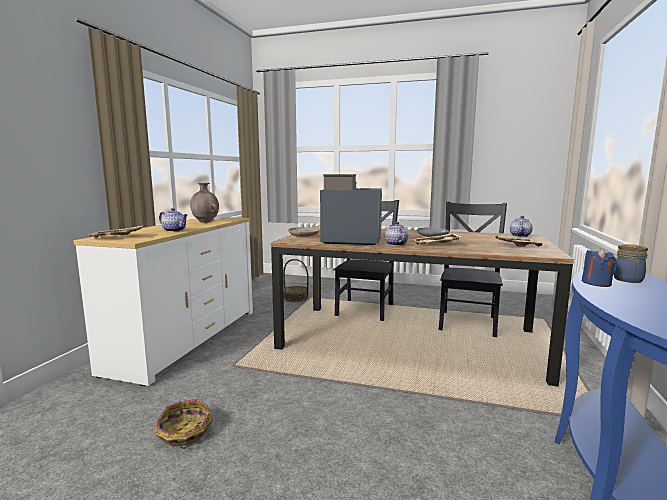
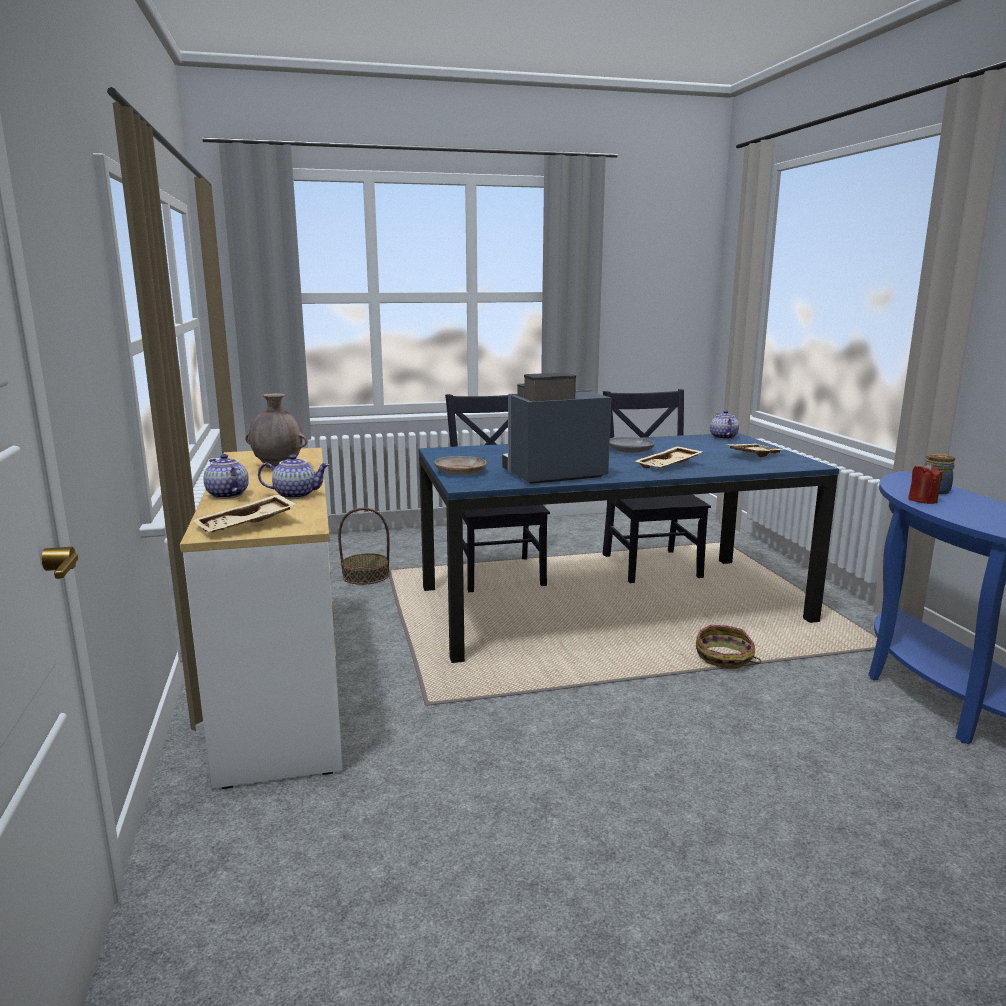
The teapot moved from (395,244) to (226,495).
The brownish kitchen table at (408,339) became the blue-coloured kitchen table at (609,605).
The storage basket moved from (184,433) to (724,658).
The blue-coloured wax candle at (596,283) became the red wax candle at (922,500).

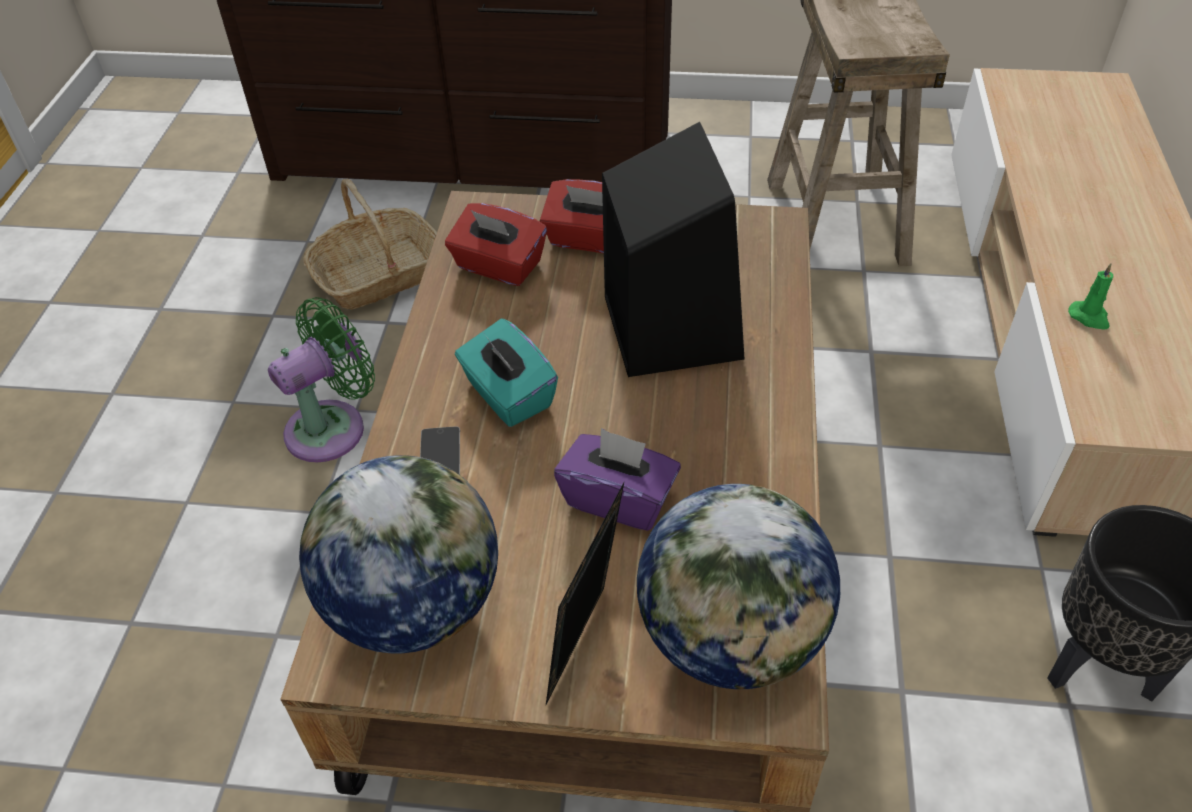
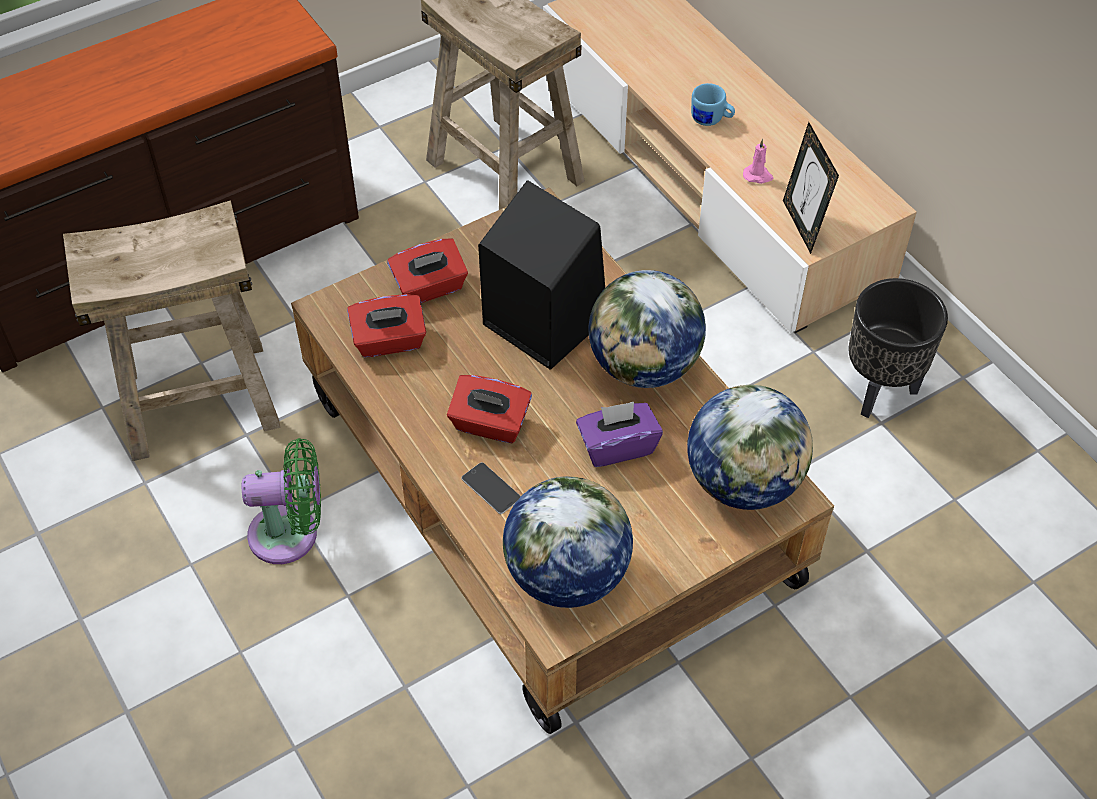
The storage basket at (379,275) was replaced by the sand-coloured sitting stool at (198,401).
The green electric fan at (333,427) turned 75 degrees clockwise.
The blue-green box of tissues at (508,395) became the red box of tissues at (490,424).
The globe at (644,366) appeared.
The blue-coloured tea mug at (711,120) appeared.
The green wax candle at (1089,317) became the pink-coloured wax candle at (758,176).
The picture frame moved from (586,648) to (802,225).

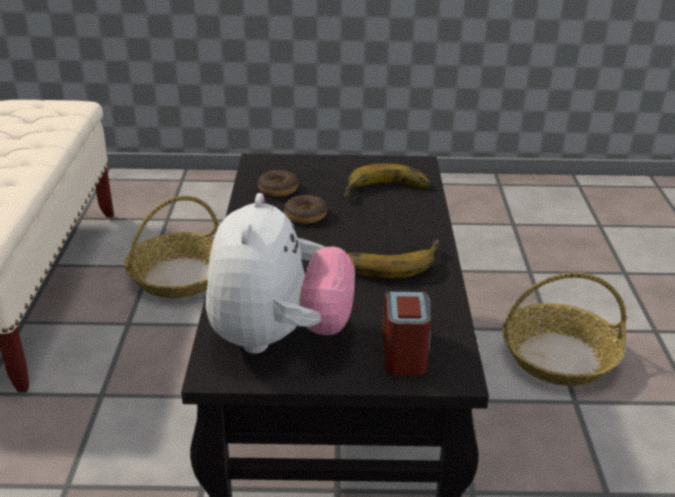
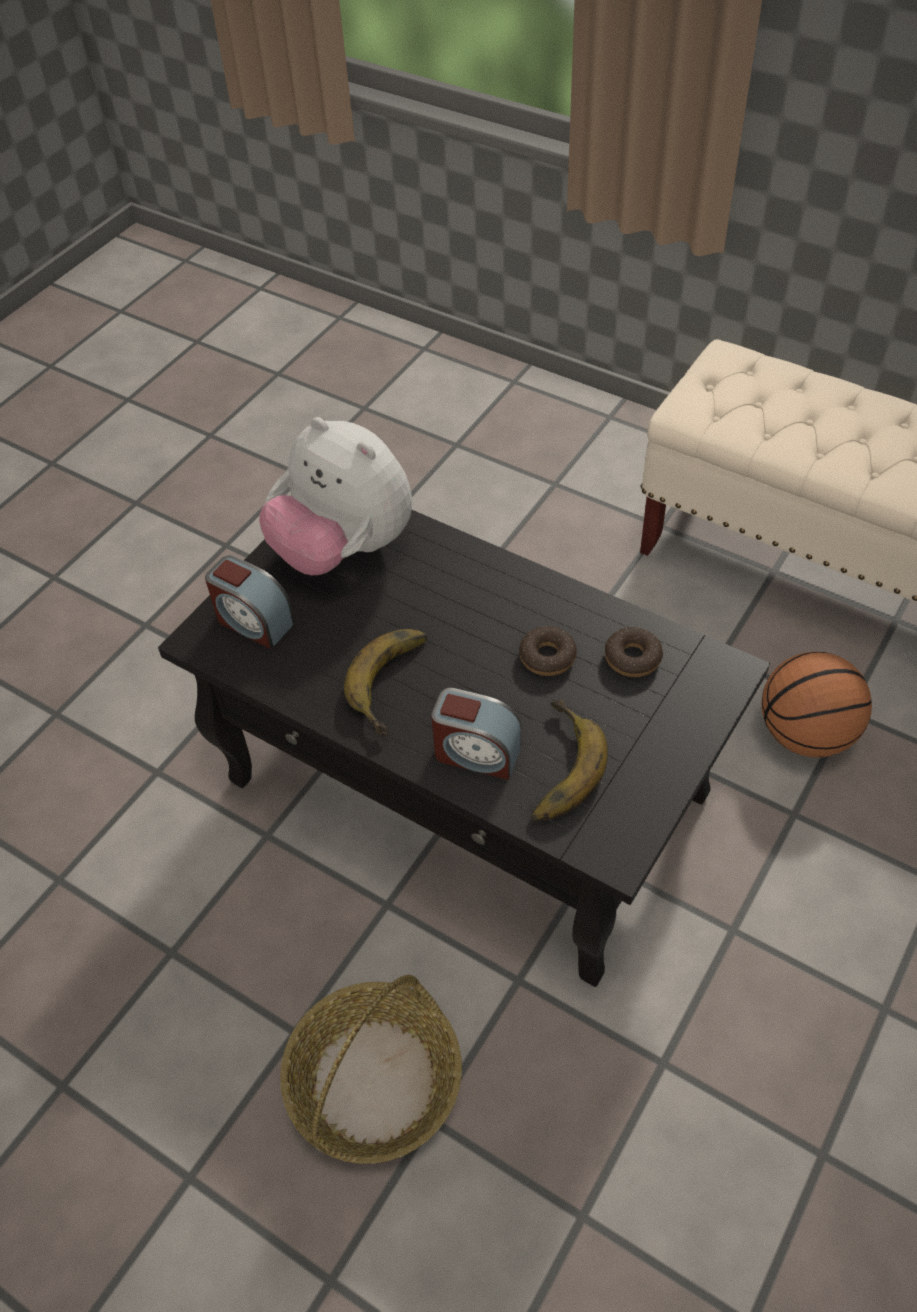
The alarm clock at (476,753) appeared.
The storage basket at (179,276) was replaced by the basketball at (805,734).

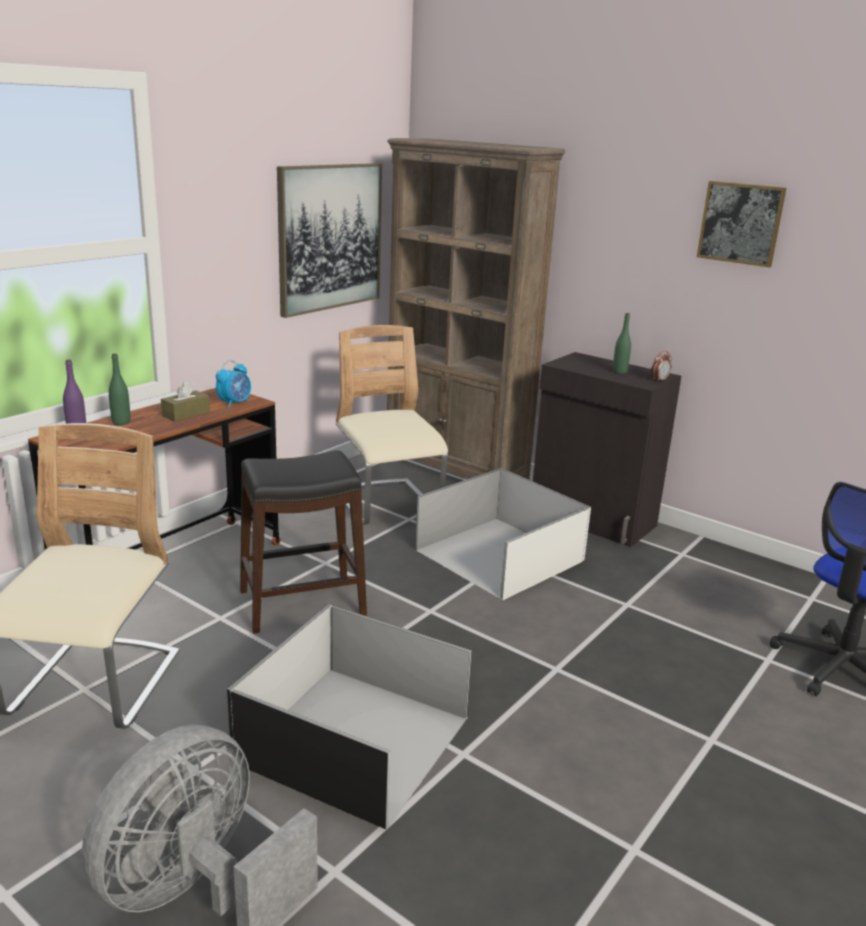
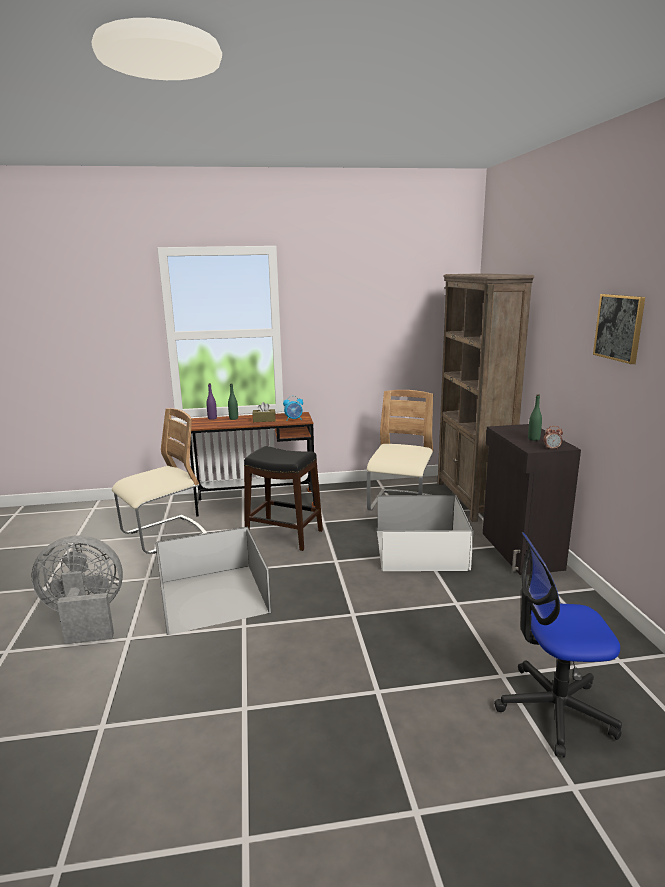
The picture at (330,237) disappeared.

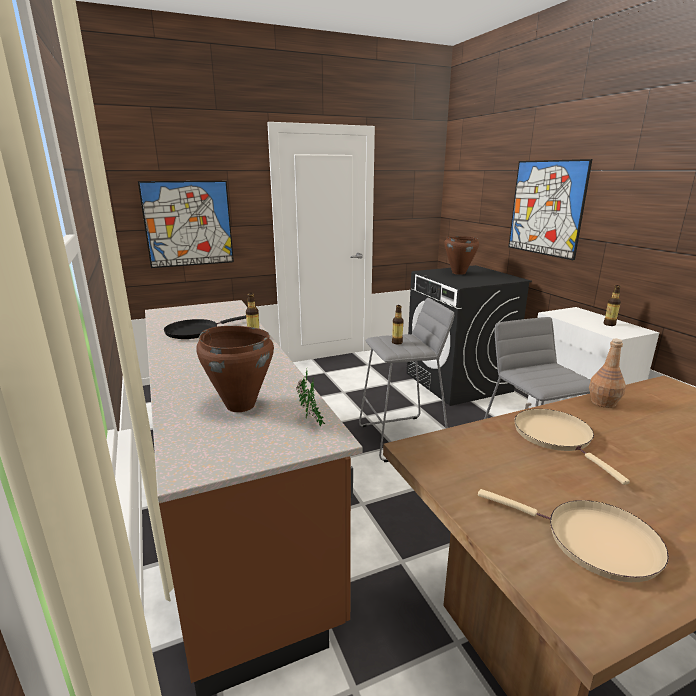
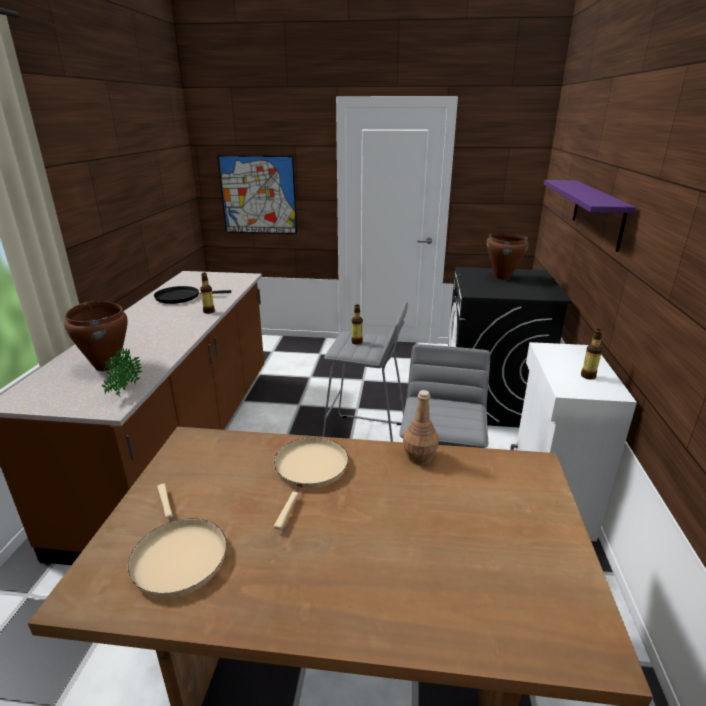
The picture at (546,208) was replaced by the purple bracket shelf at (597,213).

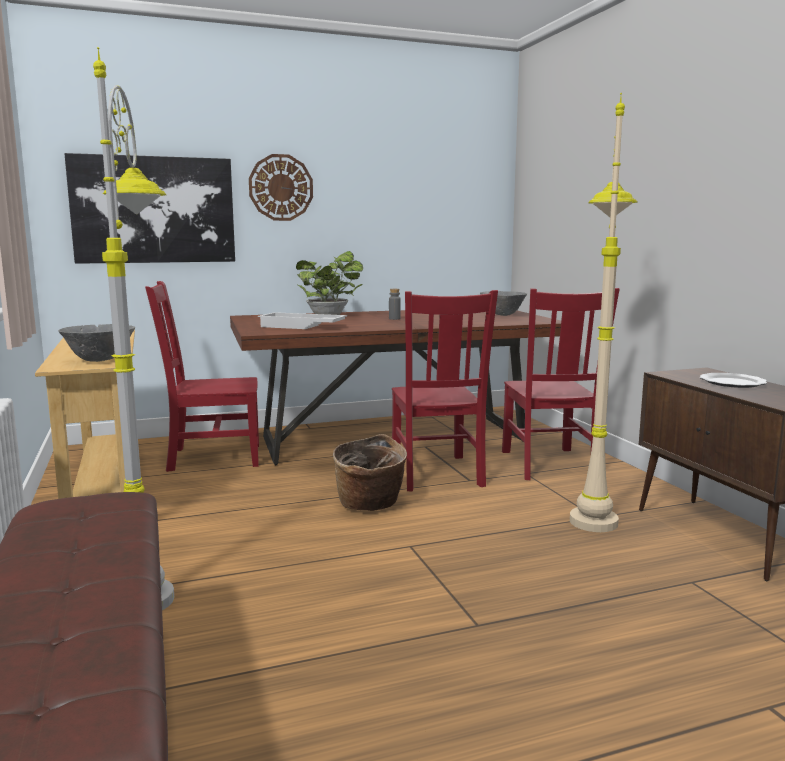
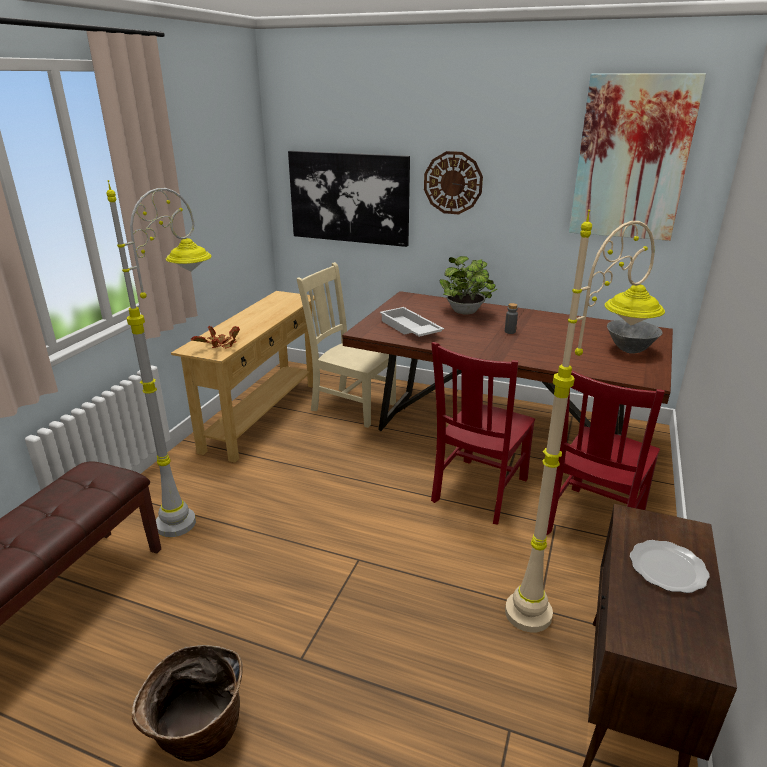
The storage basket moved from (370,505) to (198,734).
The grey bowl at (99,361) was replaced by the houseplant at (220,346).
The red chair at (211,457) became the sand-coloured chair at (351,406).
The picture at (631,159) appeared.

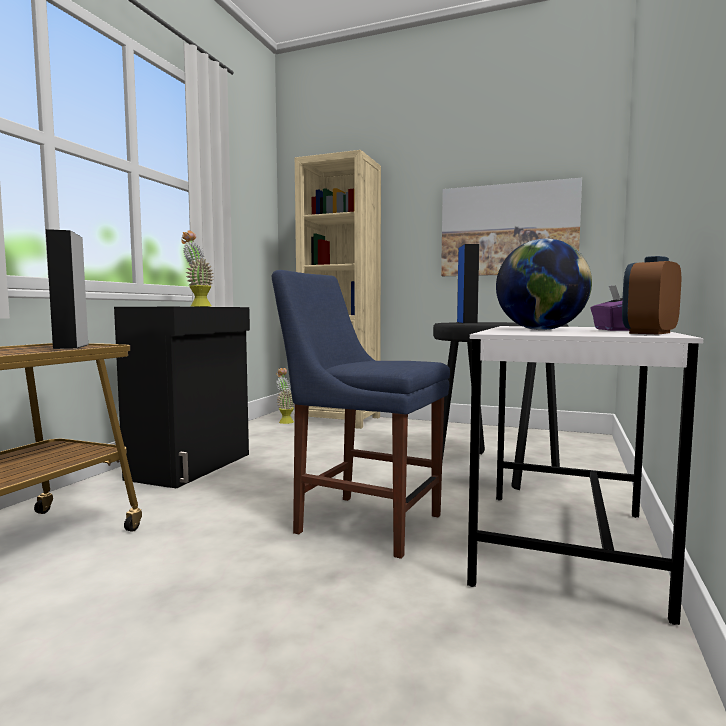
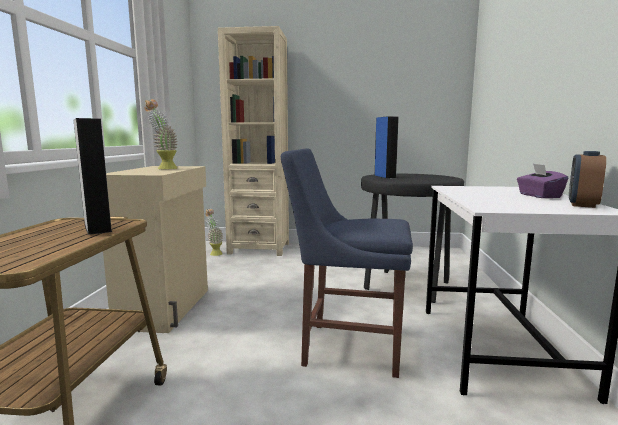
The black-coloured storage cabinet at (193,466) became the sand-coloured storage cabinet at (167,307).
The picture at (508,230) disappeared.
The globe at (541,330) disappeared.

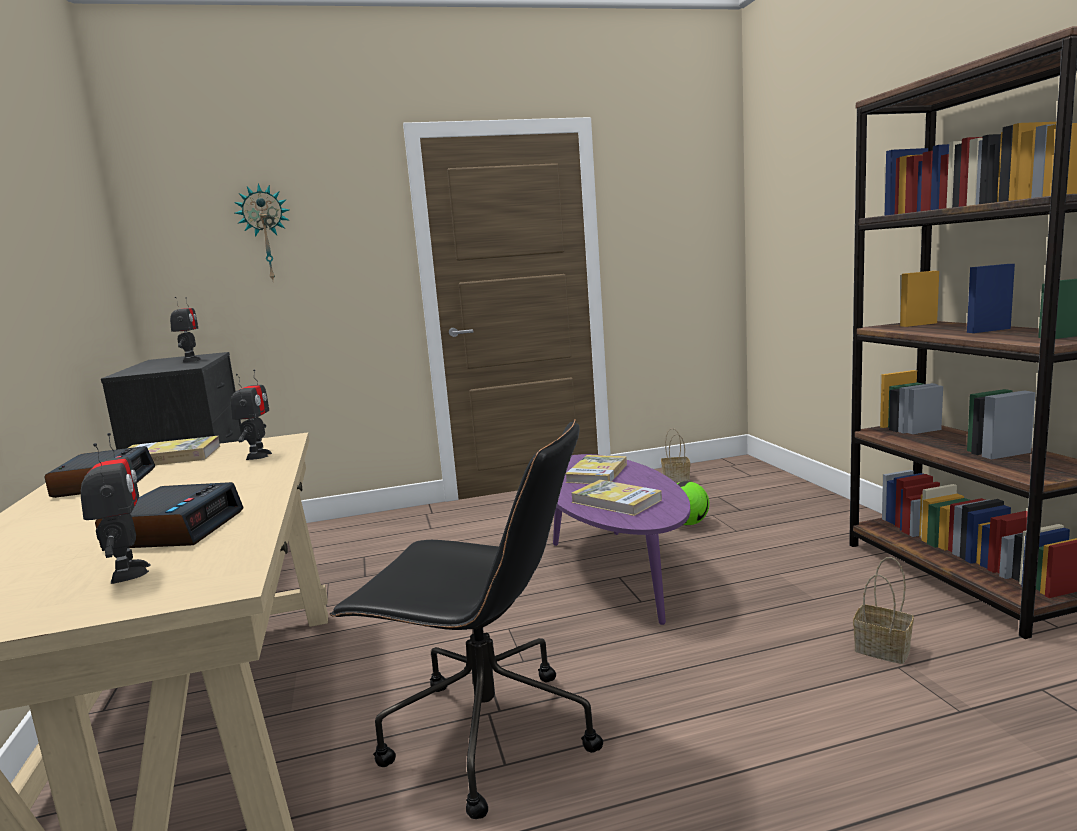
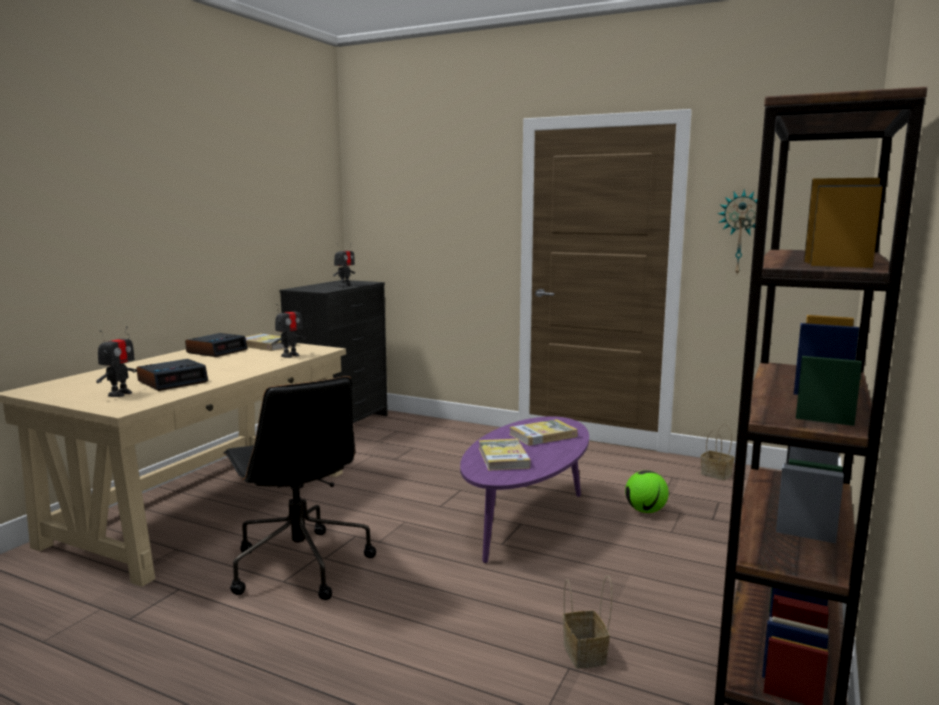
The wall clock moved from (266,233) to (740,232).

